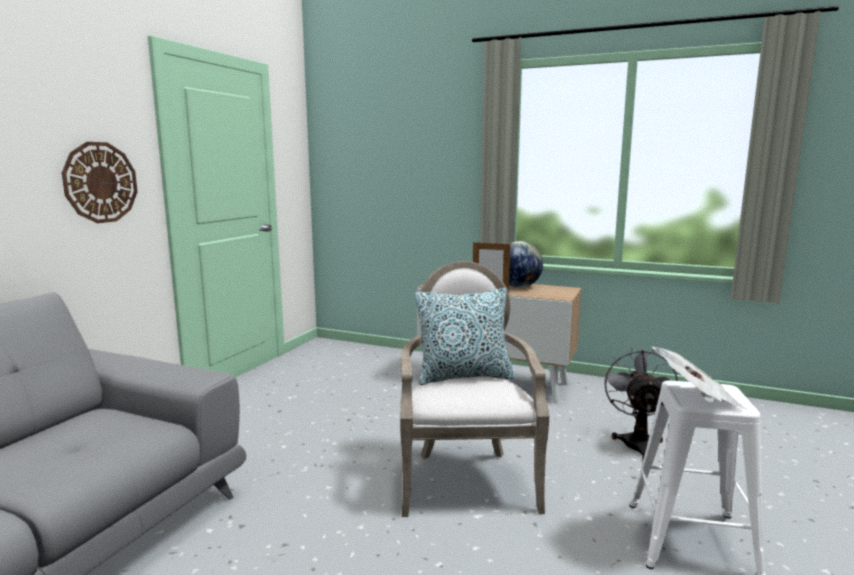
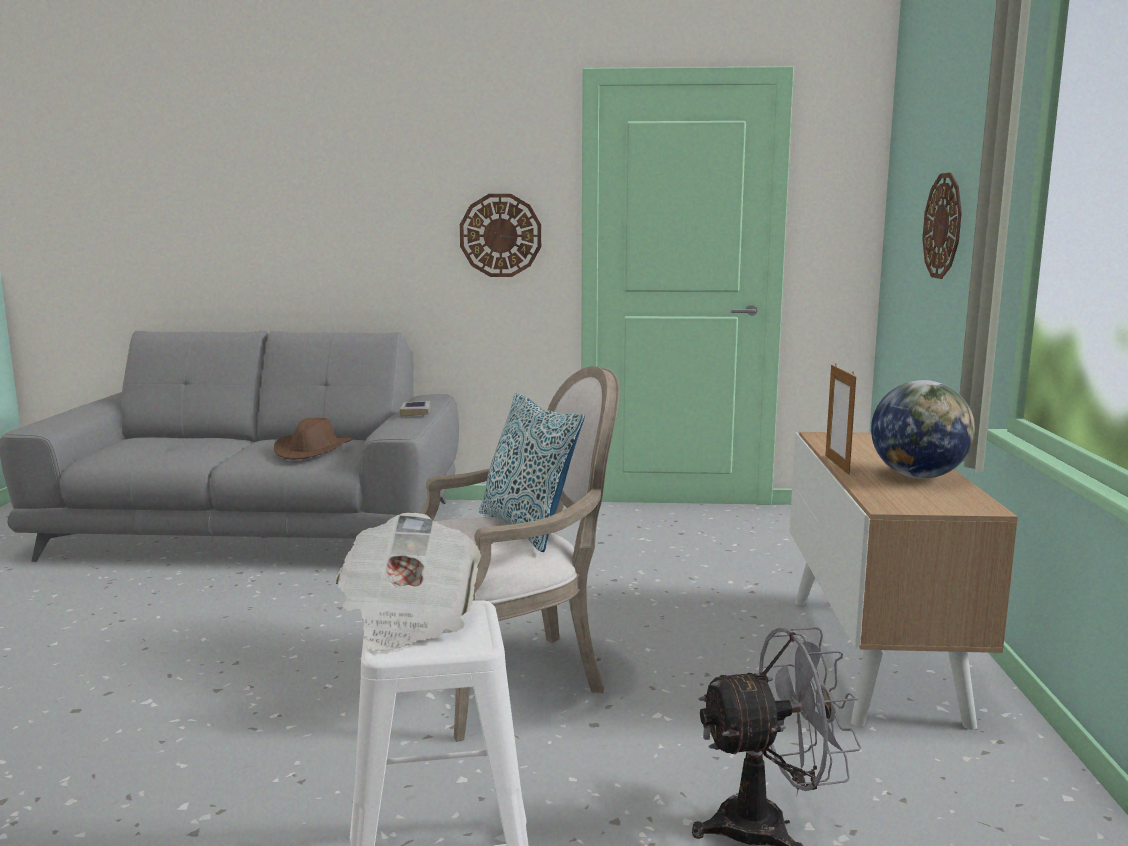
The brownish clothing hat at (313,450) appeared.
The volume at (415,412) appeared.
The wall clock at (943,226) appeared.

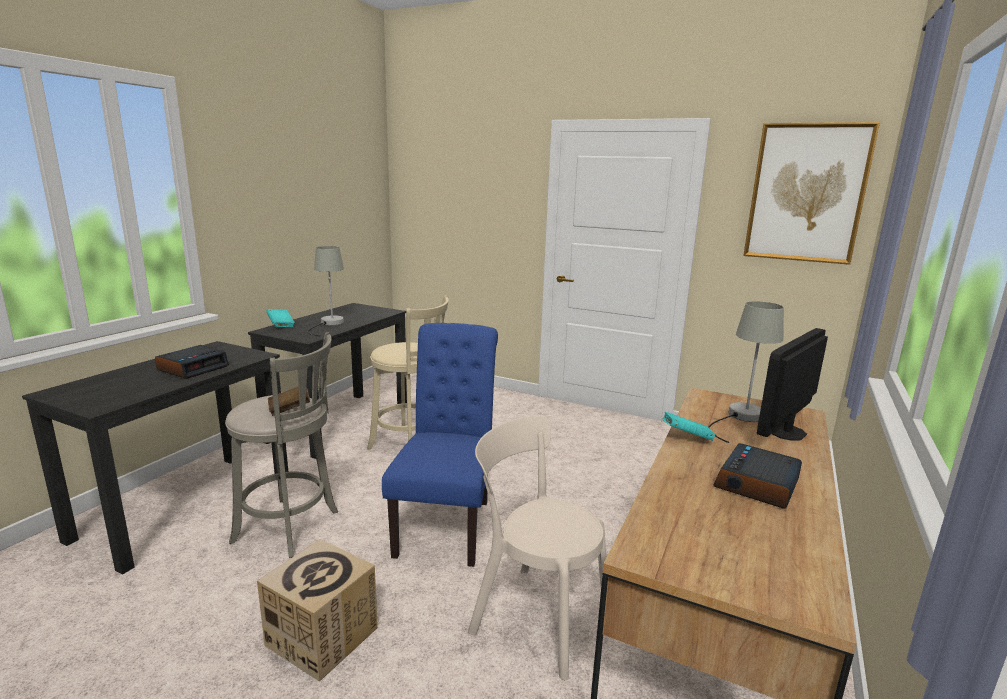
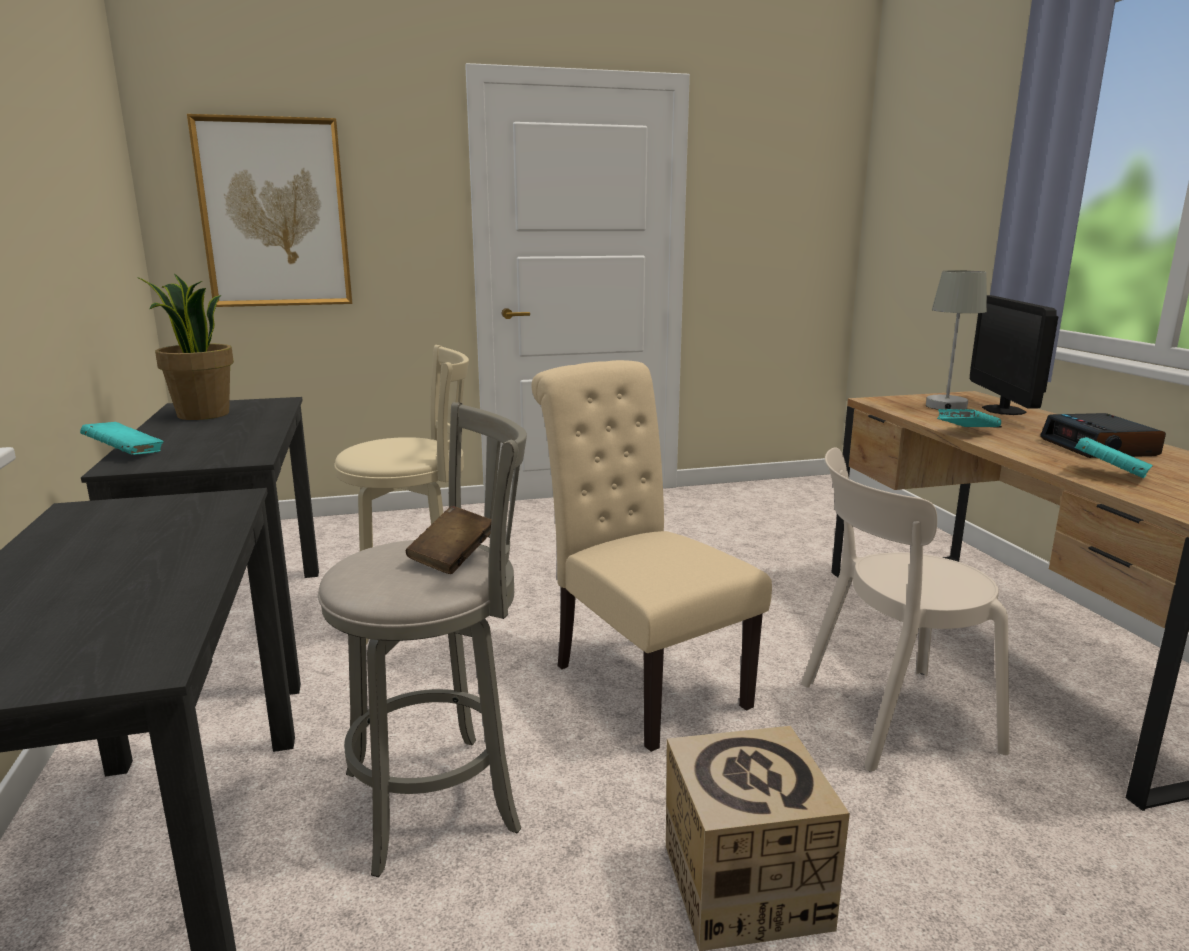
The houseplant at (202,414) appeared.
The picture moved from (806,193) to (274,213).
The blue-coloured chair at (447,523) became the sand-coloured chair at (640,680).
The blue-green volume at (1109,474) appeared.
The alarm clock at (193,368) disappeared.
The grey tabletop lamp at (328,324) disappeared.

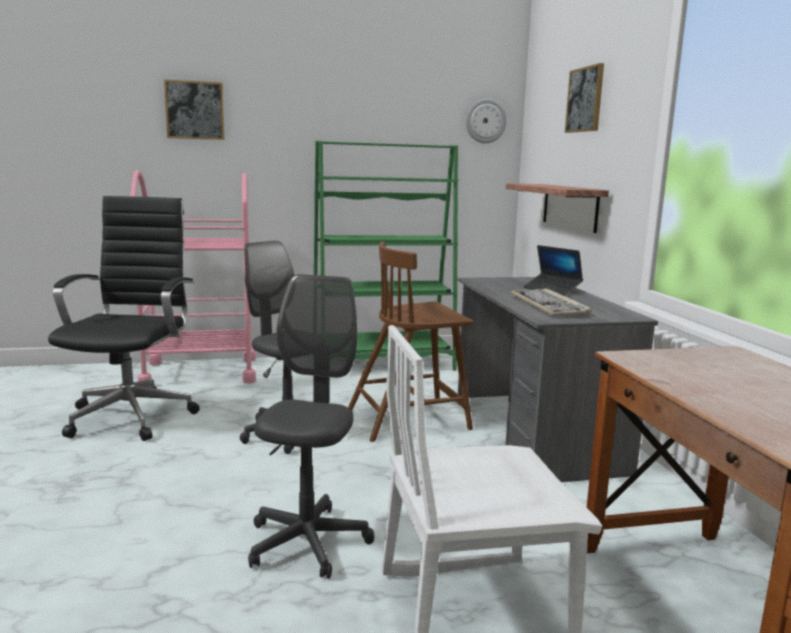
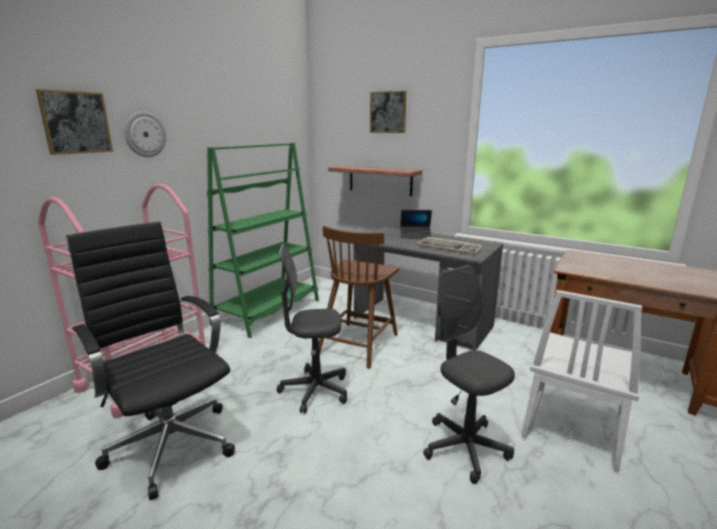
The wall clock moved from (485,121) to (145,134).

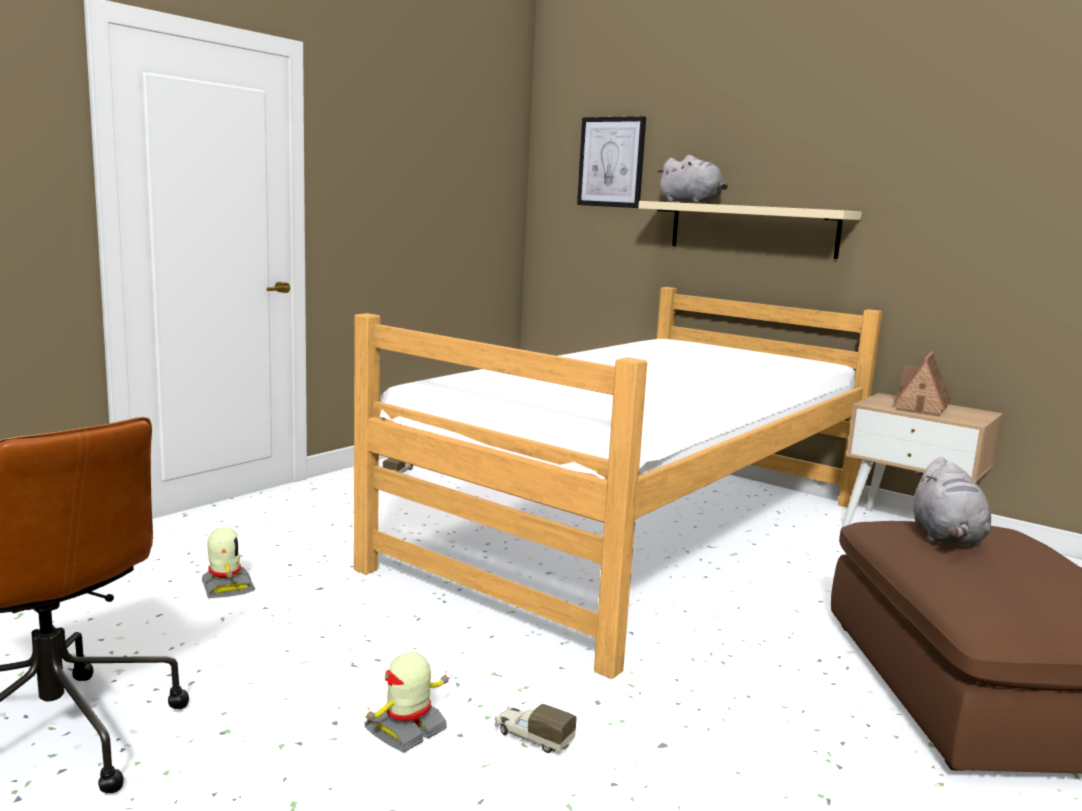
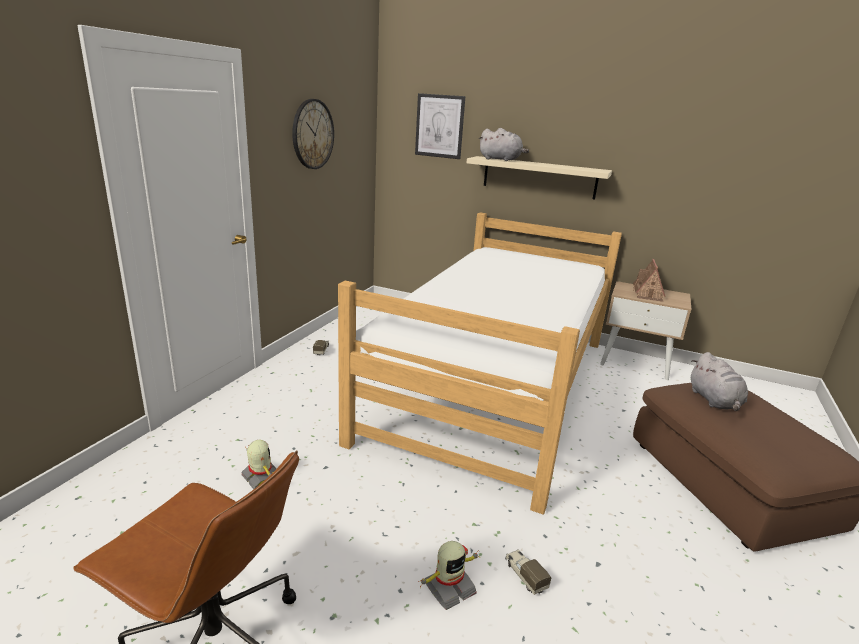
The wall clock at (312,134) appeared.
The toy robot at (407,731) turned 150 degrees counterclockwise.
The toy lorry at (532,738) turned 45 degrees clockwise.

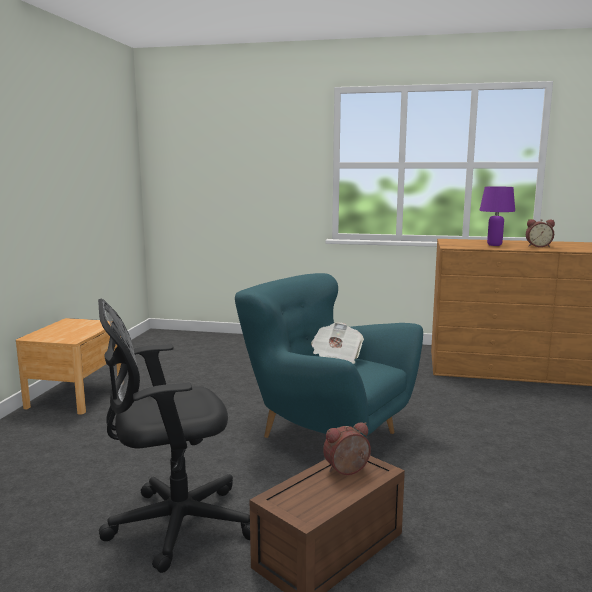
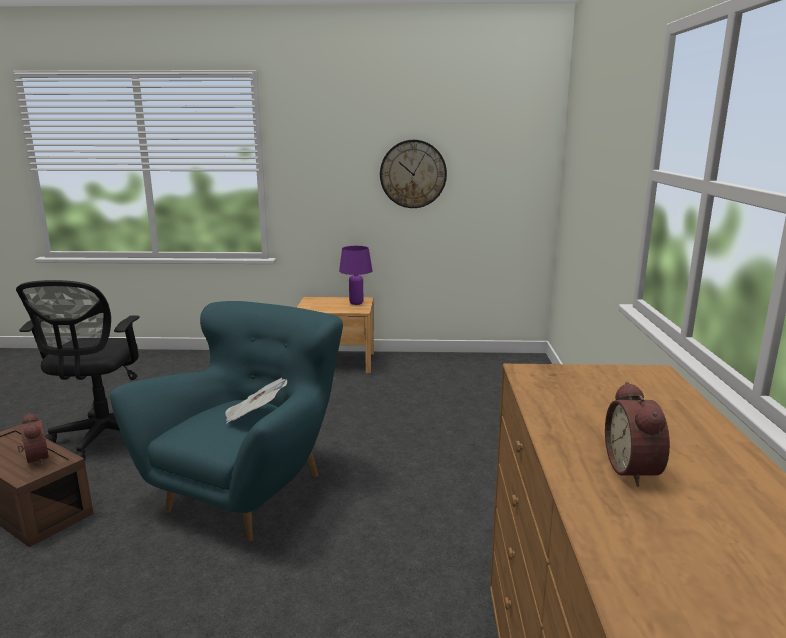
The black-coloured office chair at (173,525) turned 150 degrees counterclockwise.
The purple tabletop lamp moved from (494,245) to (356,303).
The wall clock at (413,174) appeared.

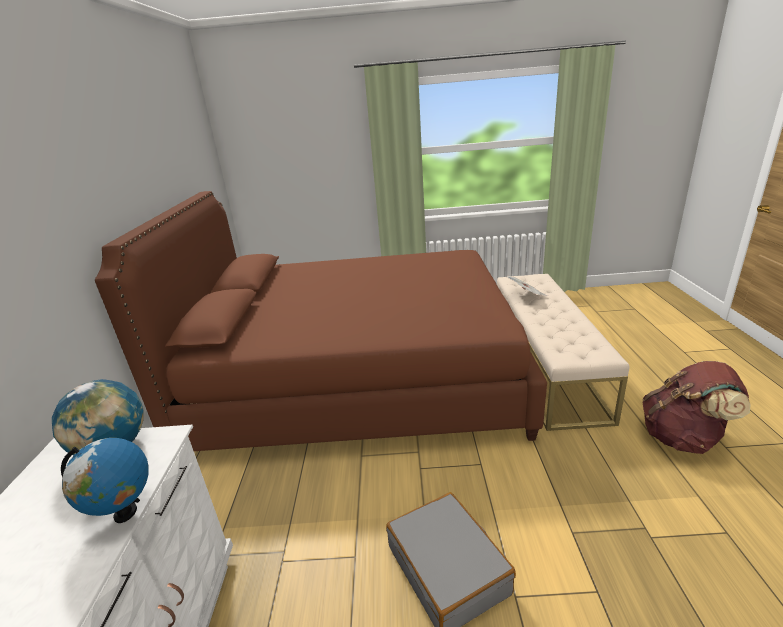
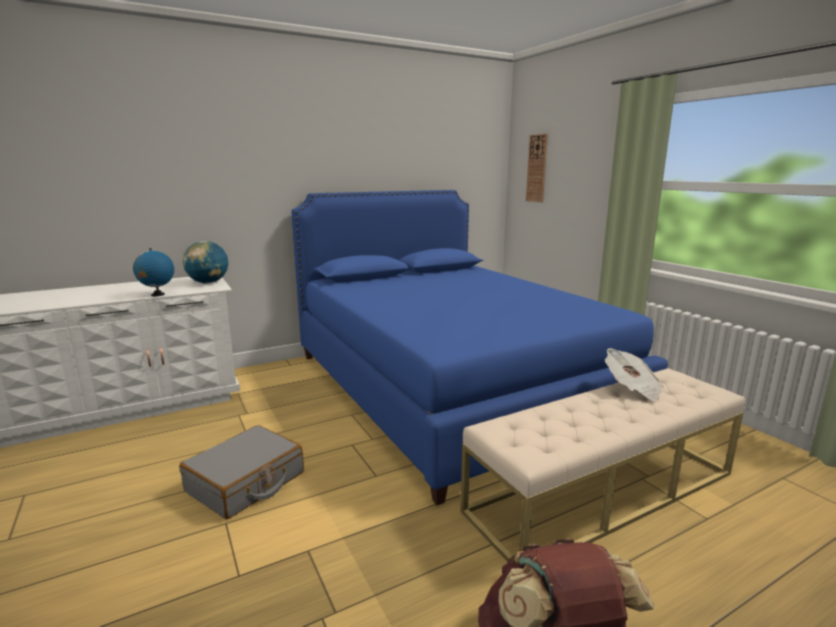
The brownish sleeping bed at (360,379) became the blue-coloured sleeping bed at (451,387).
The wall clock at (537,168) appeared.

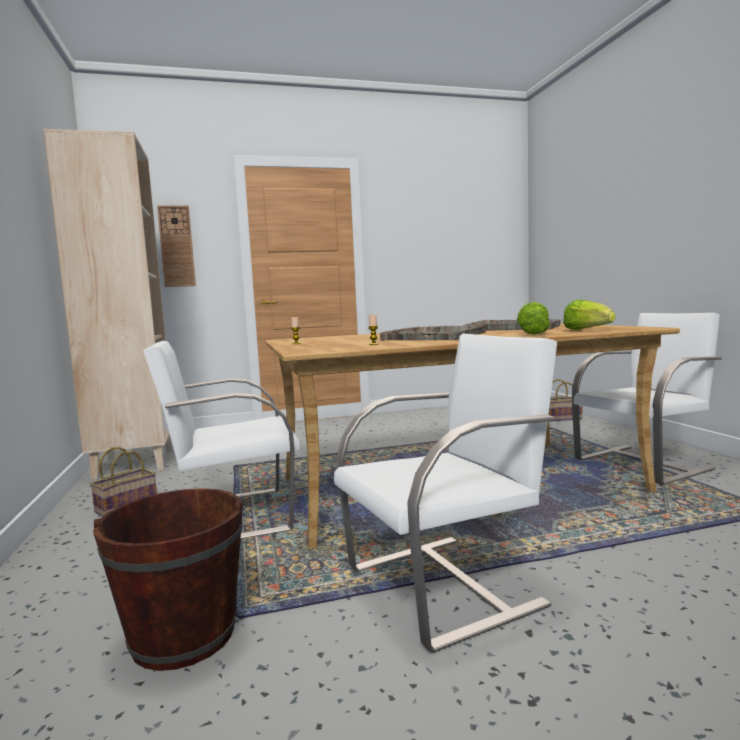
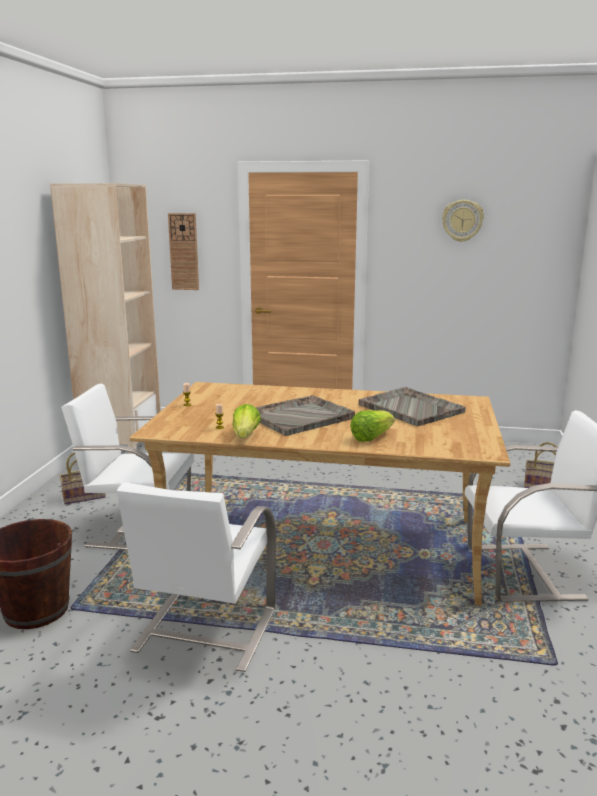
The whitish chair at (446,586) turned 105 degrees clockwise.
The lettuce moved from (587,330) to (245,436).
The wall clock at (462,220) appeared.

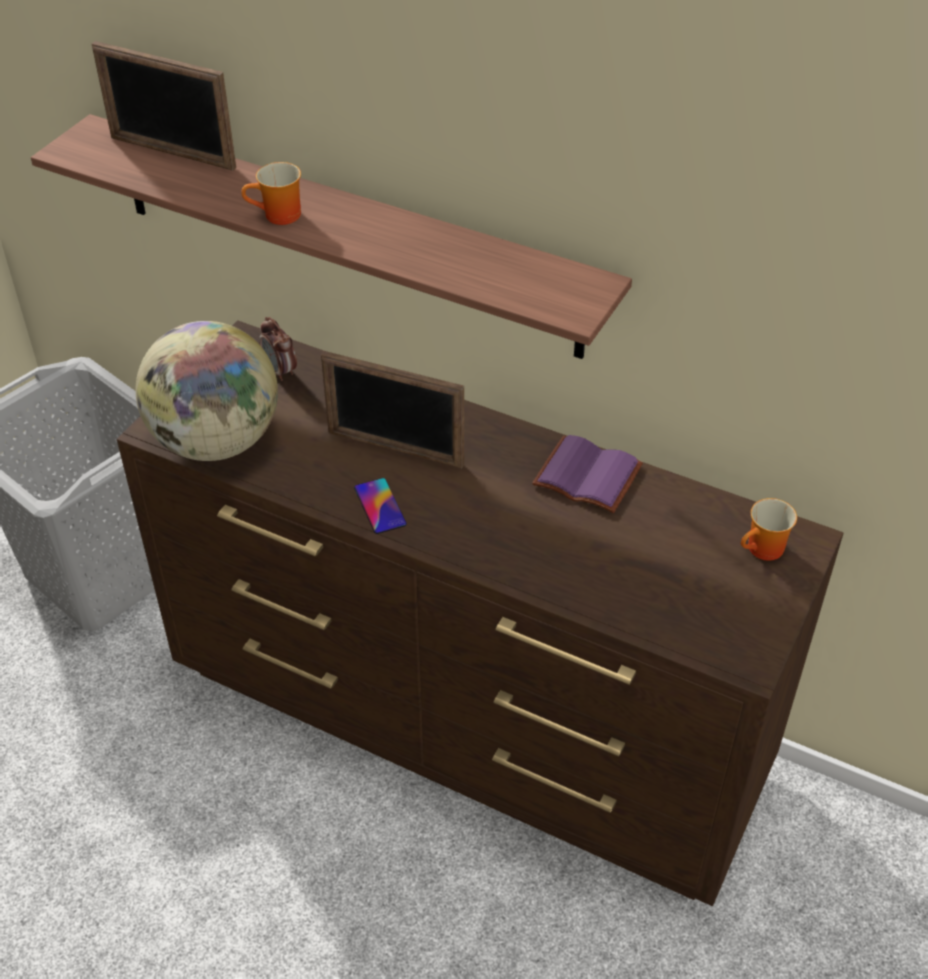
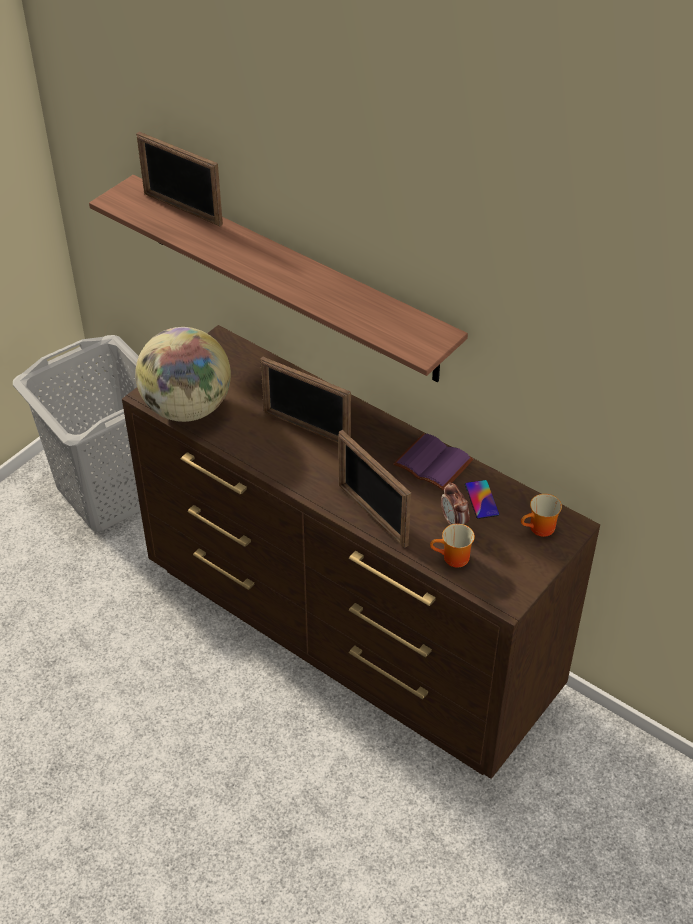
The picture frame at (372,515) appeared.
The tea mug moved from (279,217) to (453,559).
The alarm clock moved from (280,371) to (454,522).
The handset moved from (380,506) to (481,499).

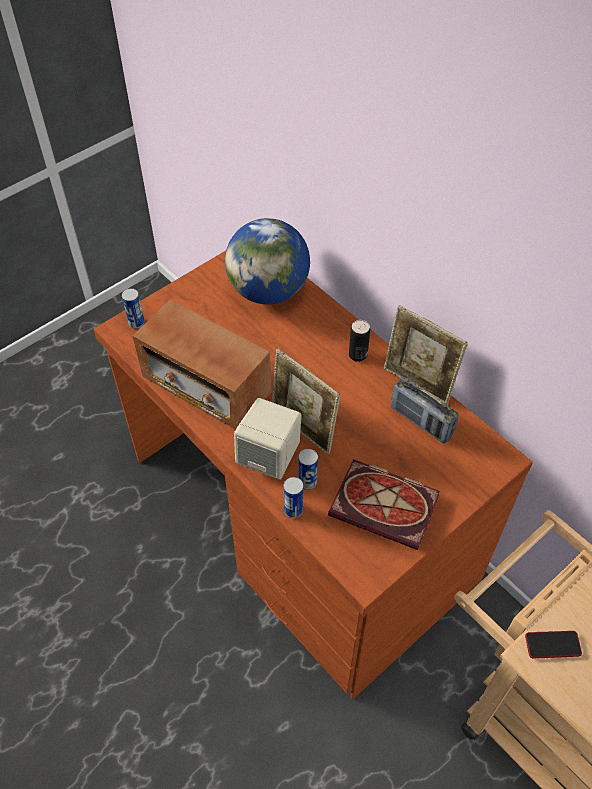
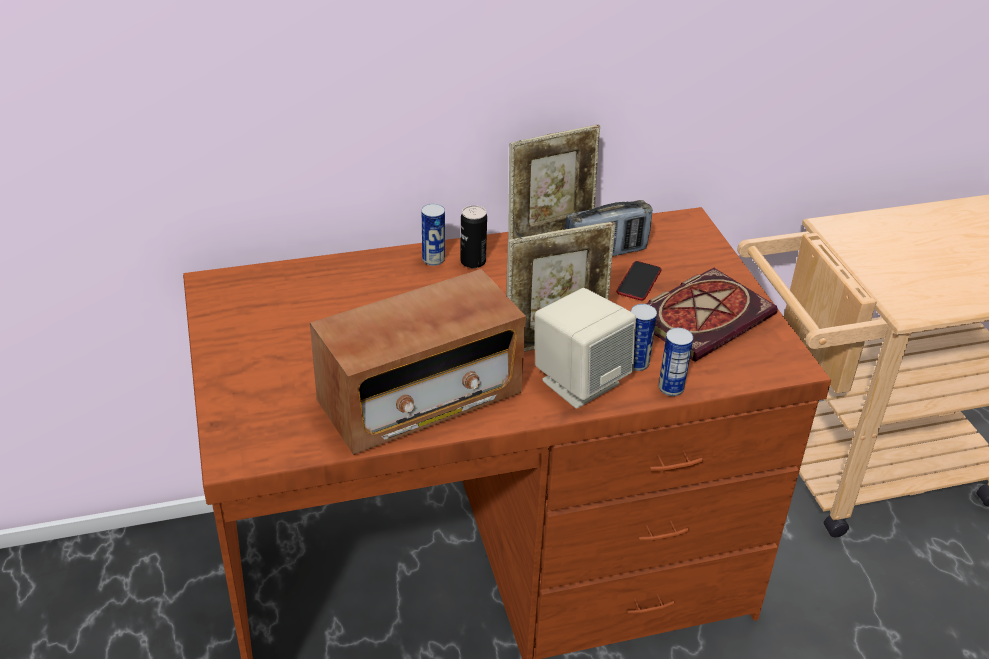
The metal can moved from (136,323) to (433,259).
The handset moved from (552,645) to (638,282).
The globe at (268,291) disappeared.

